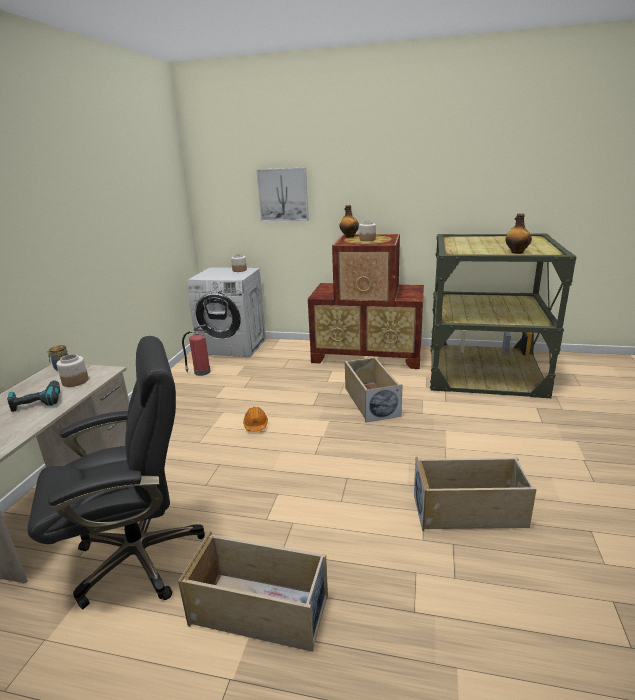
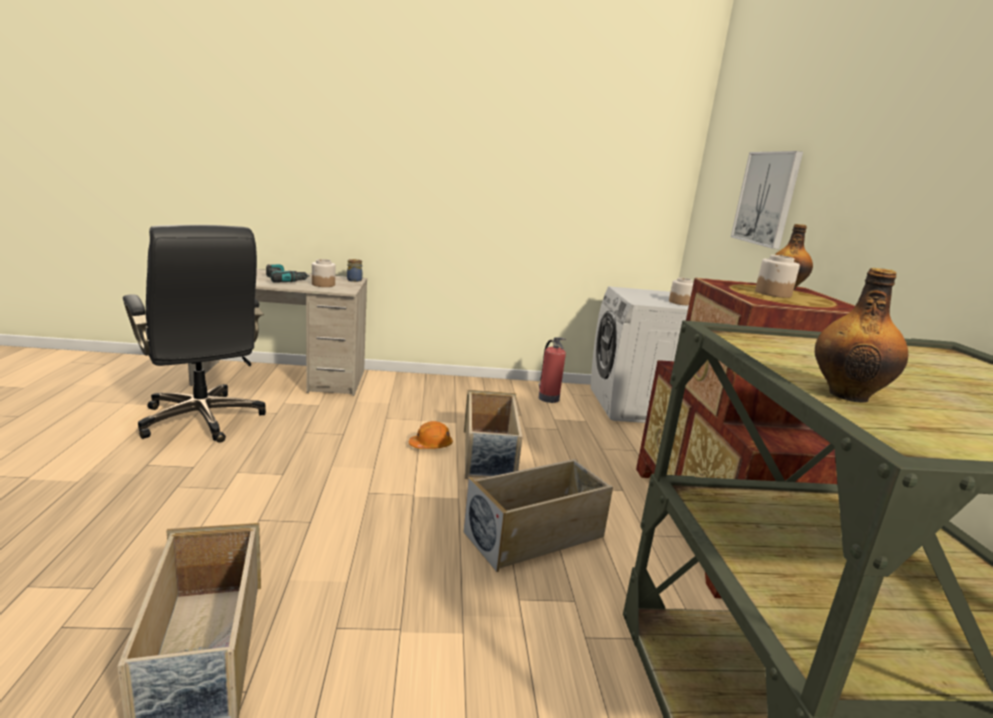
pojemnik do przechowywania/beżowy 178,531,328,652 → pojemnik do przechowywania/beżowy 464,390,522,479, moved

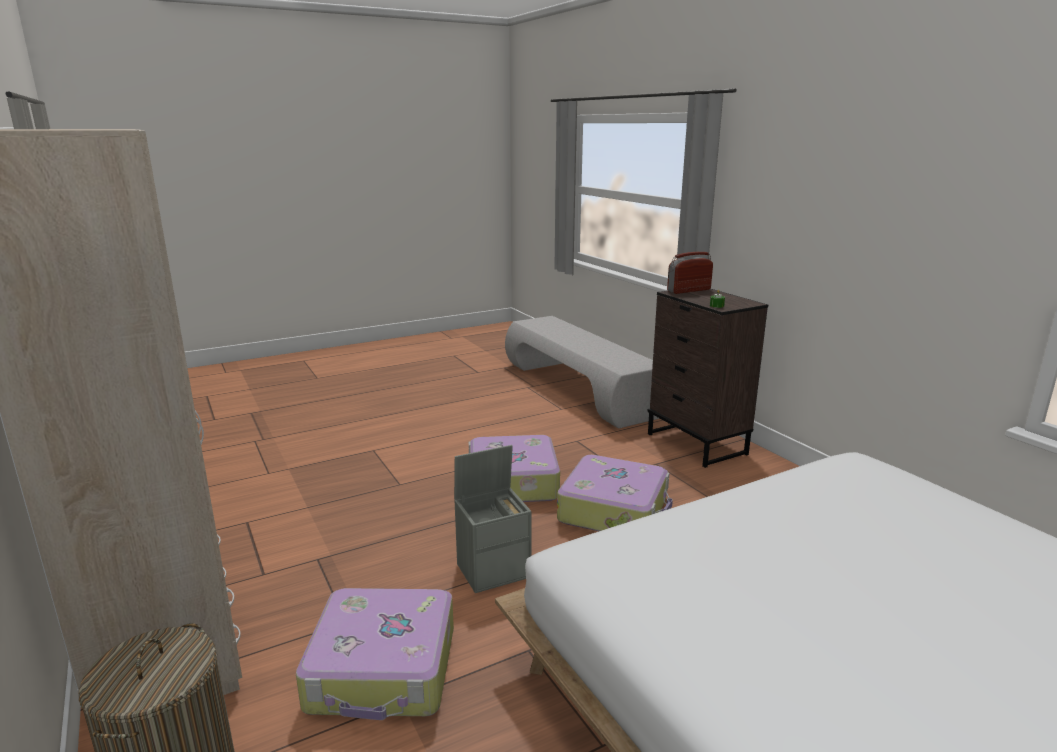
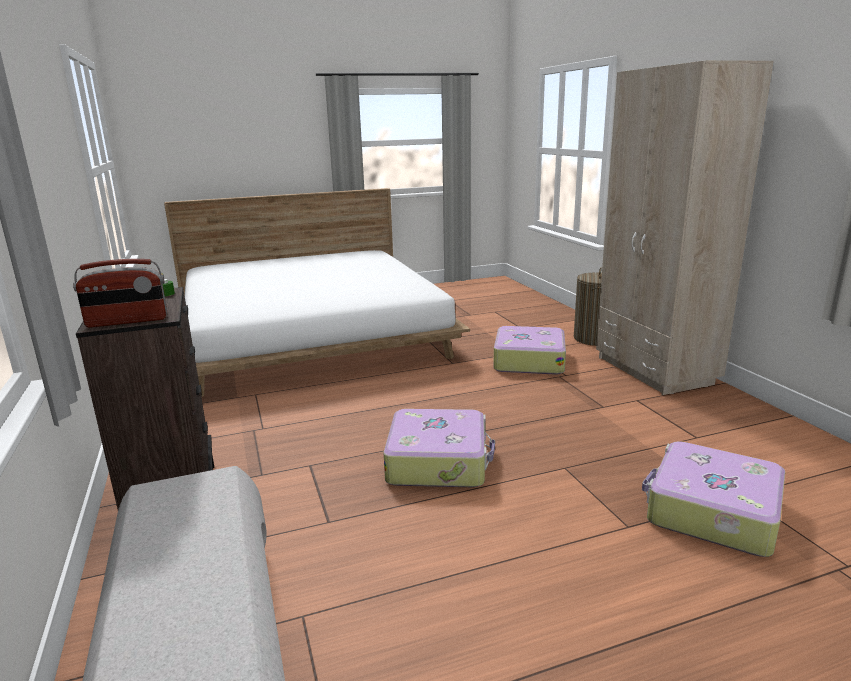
walizka 557,455,673,531 → walizka 642,441,785,557, moved
pojemnik do przechowywania/szary 454,445,531,593 → -

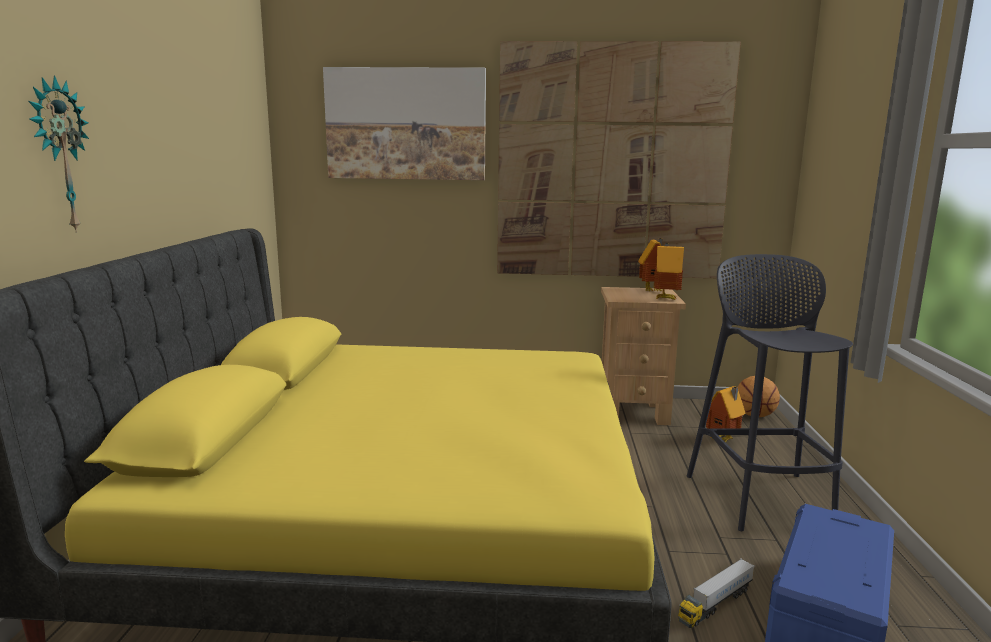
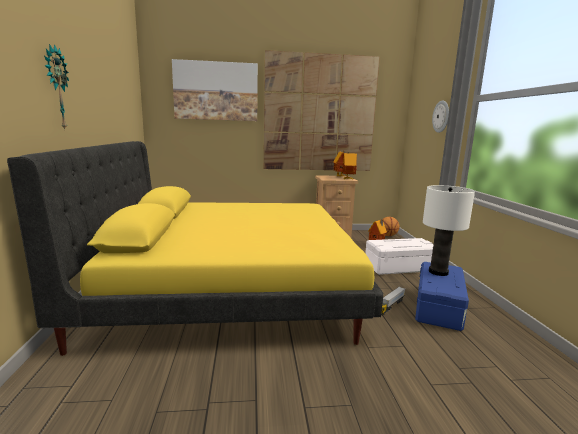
stołek/szary 687,254,853,531 → pojemnik do przechowywania/biały 365,238,433,275
- → lampa stołowa/biały 423,185,475,276
- → zegar ścienny 432,101,449,133

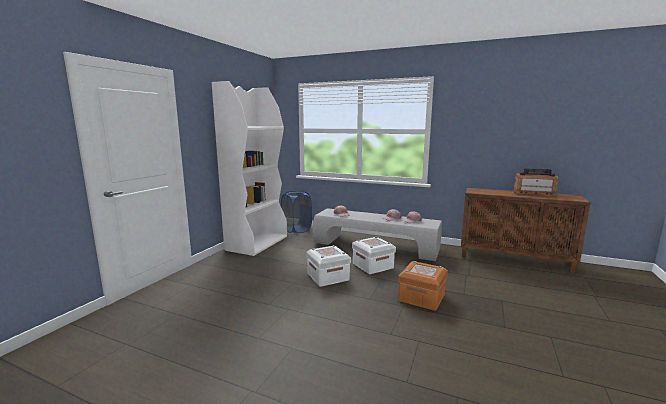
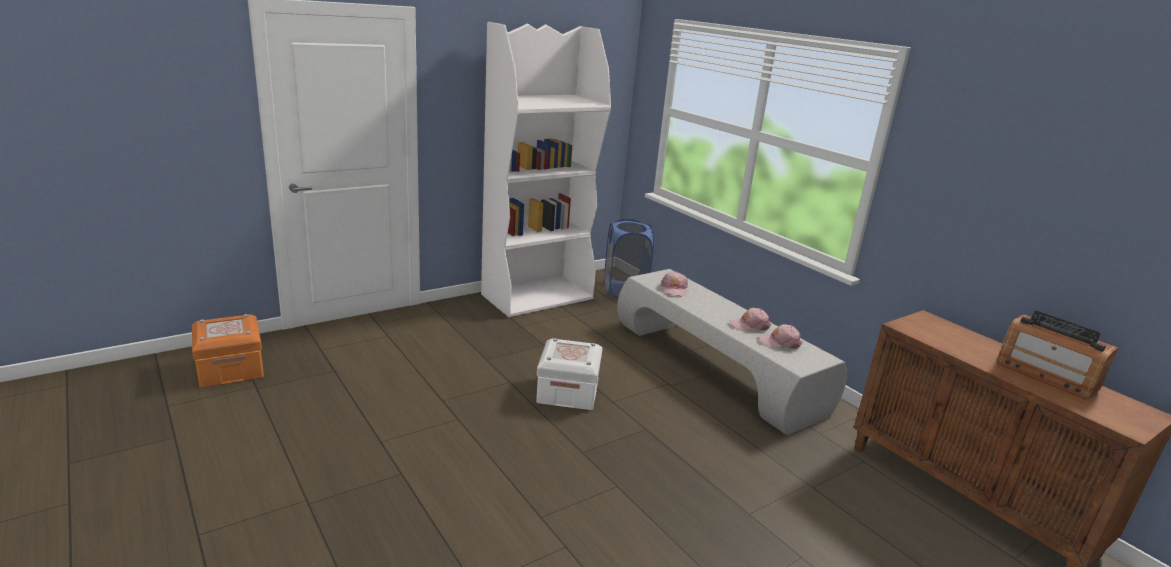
pojemnik do przechowywania/pomarańczowy 398,261,448,311 → pojemnik do przechowywania/pomarańczowy 192,314,264,387, moved
pojemnik do przechowywania/biały 352,236,396,274 → -

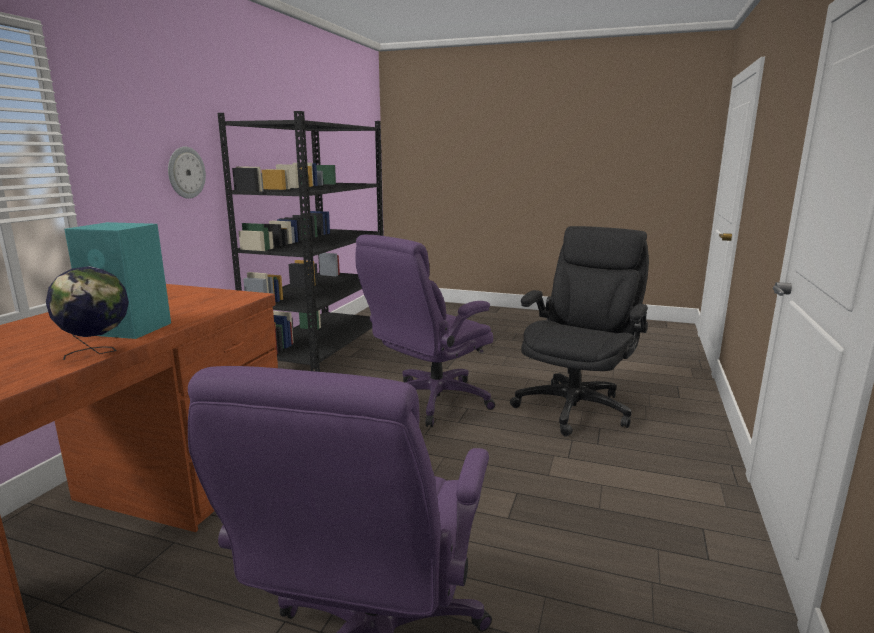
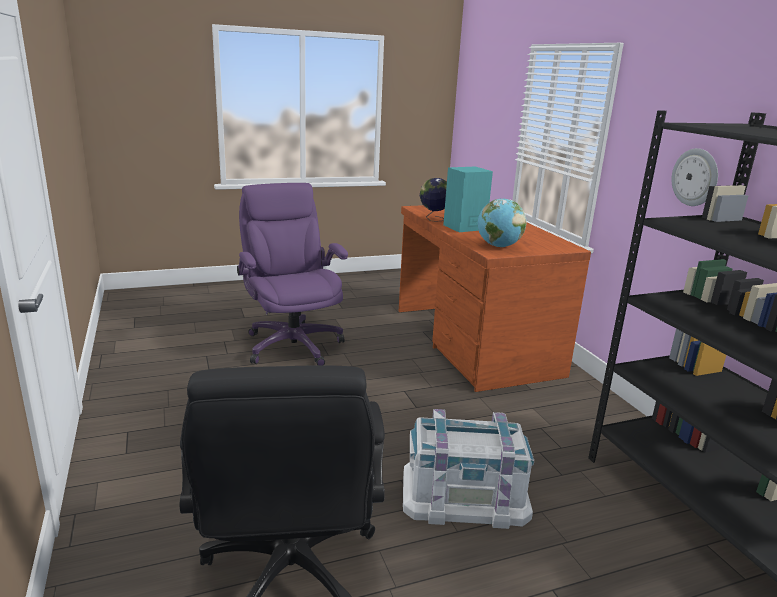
krzesło biurowe/fioletowy 356,235,495,427 → pojemnik do przechowywania/biały 403,409,534,529
- → globus 478,199,527,247

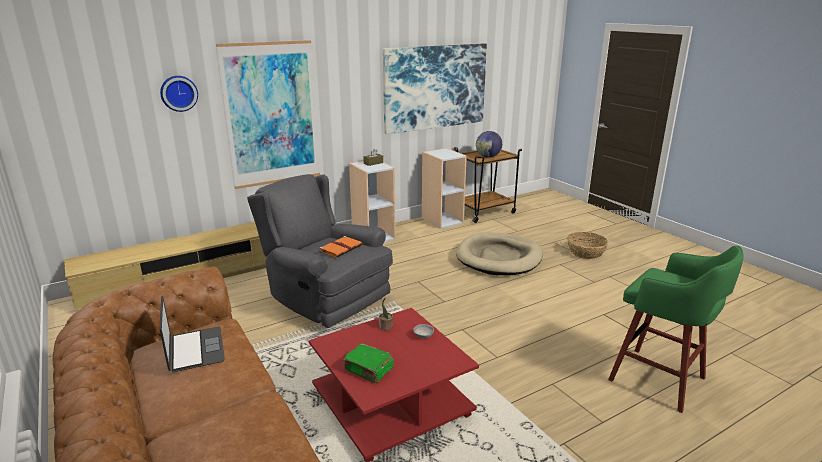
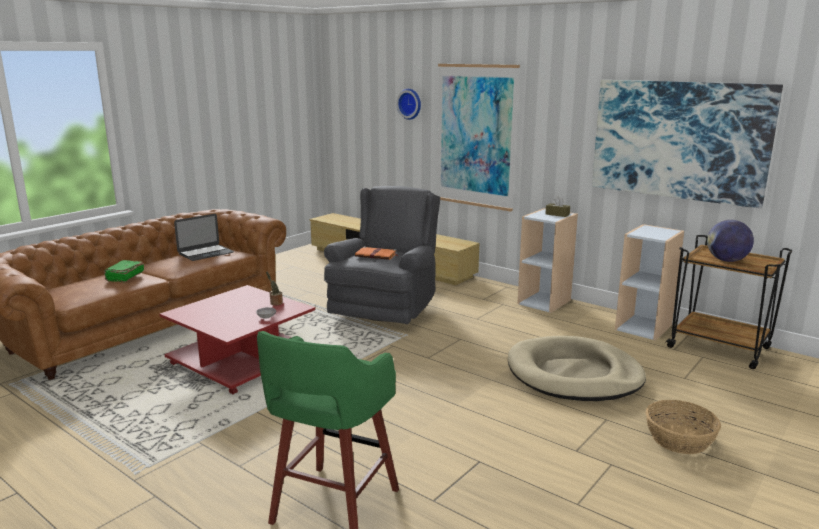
książka/zielony 342,343,394,383 → książka/zielony 104,260,144,283, moved

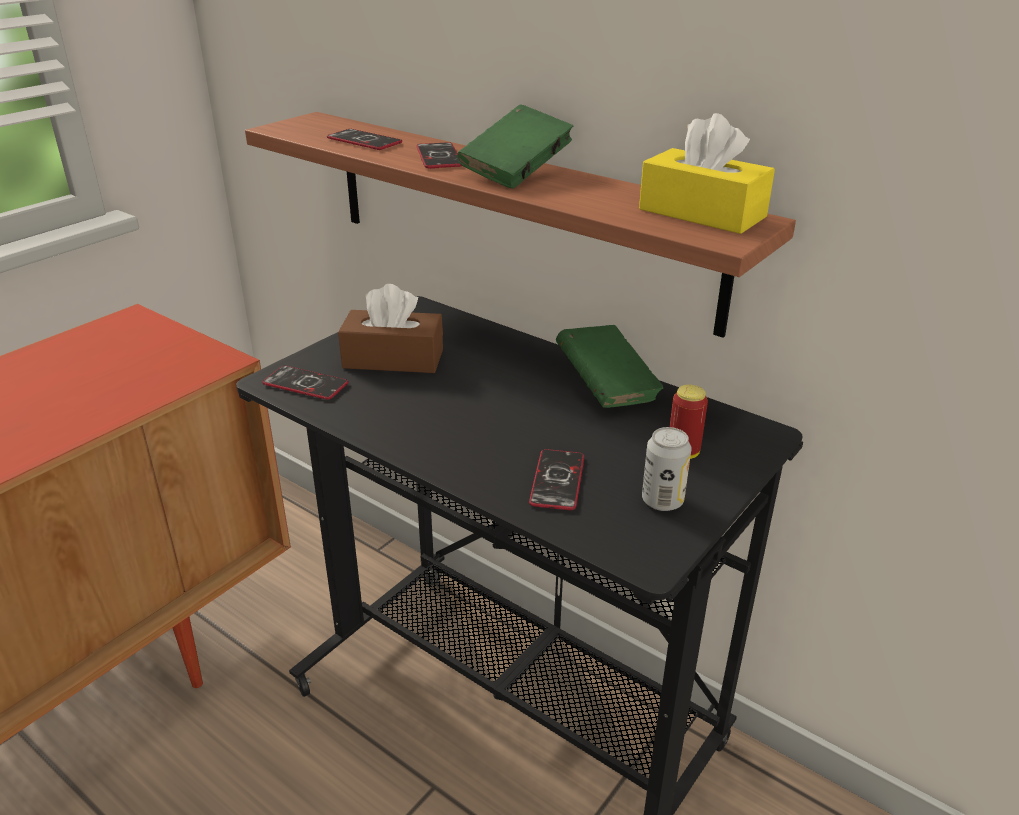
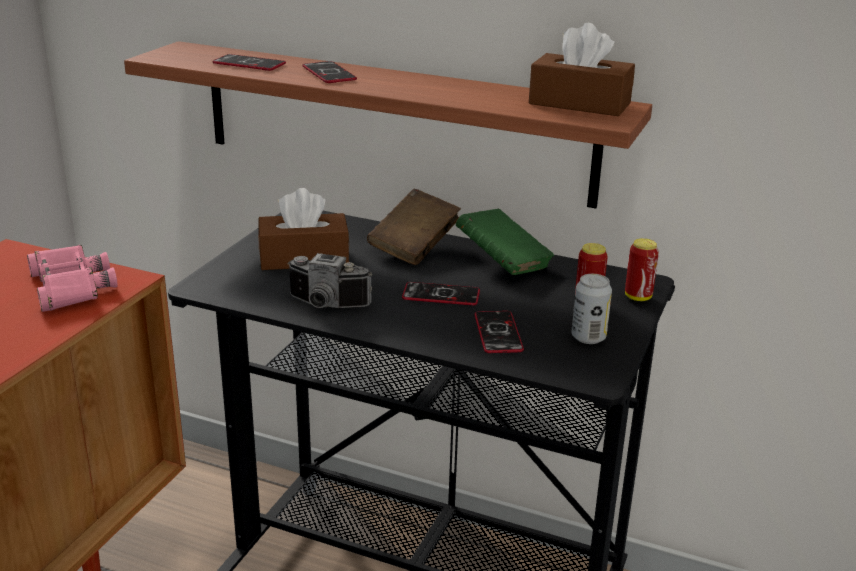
- → lornetka/różowy 27,245,118,312
- → aparat fotograficzny 287,253,372,308
- → książka/brązowy 367,189,461,265
telefon 262,366,349,400 → telefon 402,282,480,305, moved
pudełko chusteczek/żółty 639,113,775,234 → pudełko chusteczek/brązowy 529,23,635,116
- → puszka 625,238,659,301
książka/zielony 457,104,573,189 → -

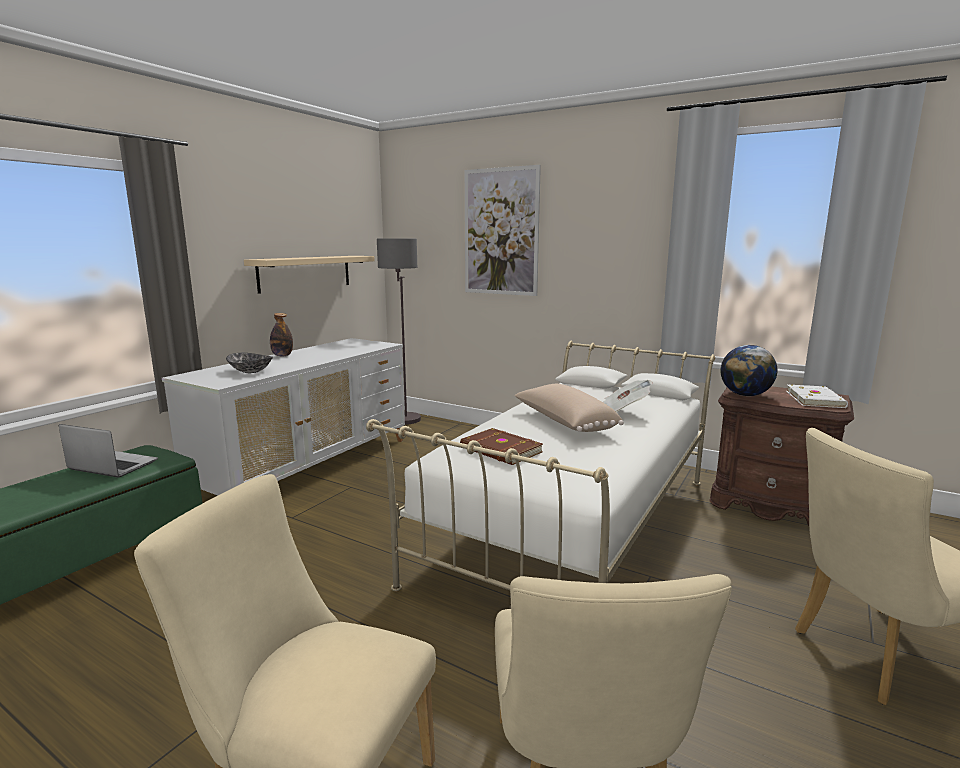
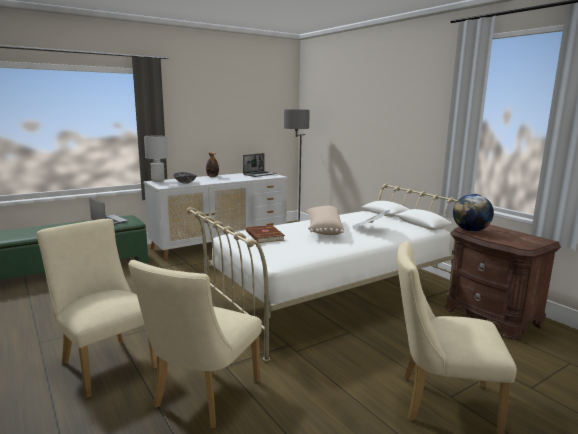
- → lampa stołowa/szary 144,136,168,182
- → laptop 243,153,276,177
półka/beżowy 244,256,375,294 → -
obraz 465,165,541,296 → -
książka/biały 786,385,848,408 → -

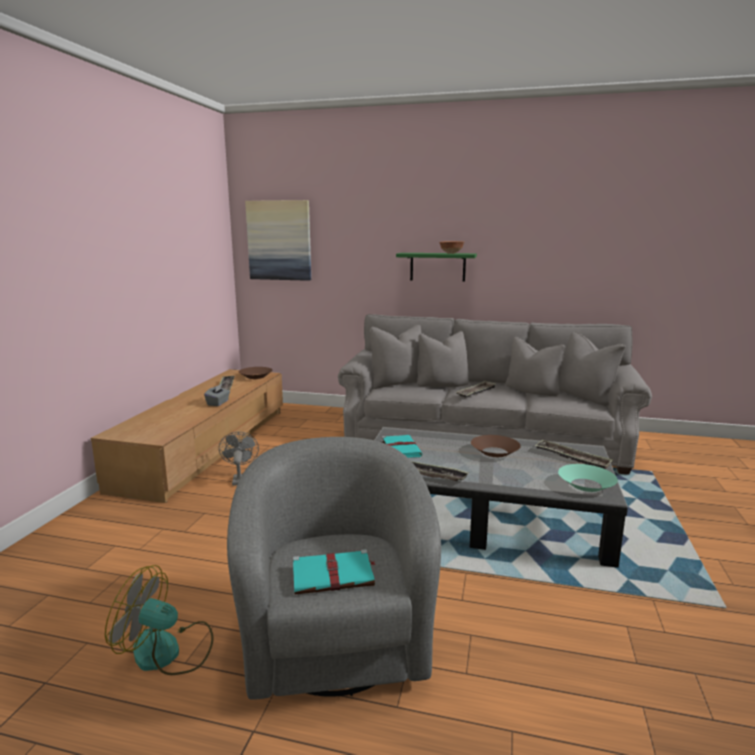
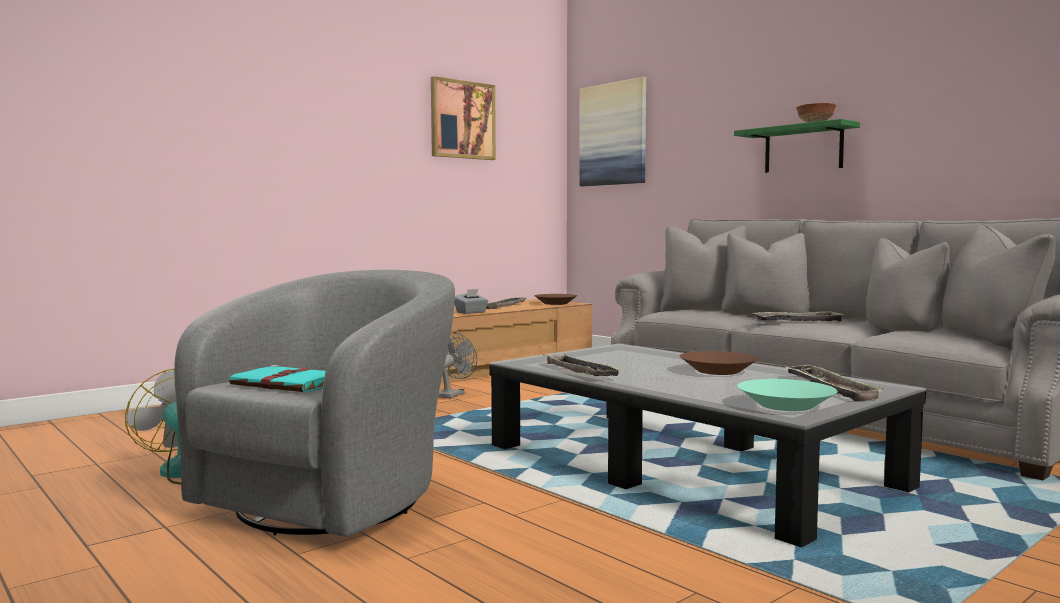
- → obraz 431,76,496,160
książka/turkusowy 381,435,422,458 → -

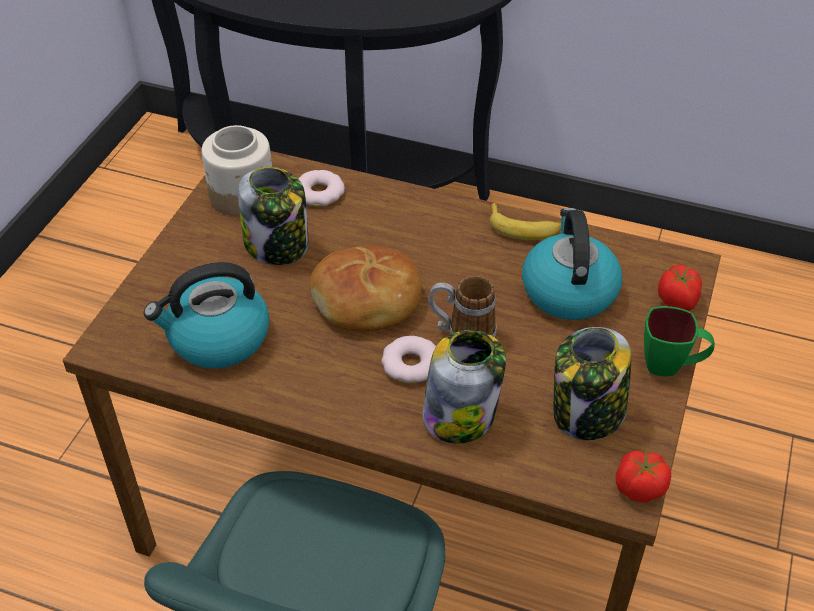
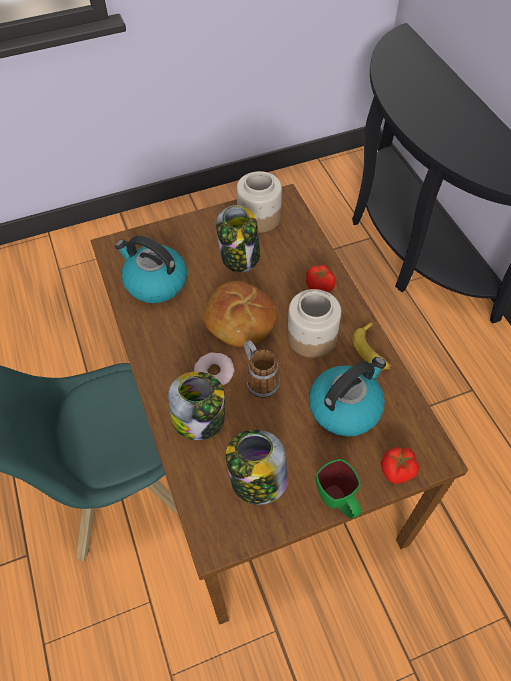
- → słoik 287,289,341,358
pomidor 616,451,671,502 → pomidor 306,265,335,293, moved
donut 298,170,345,206 → -

